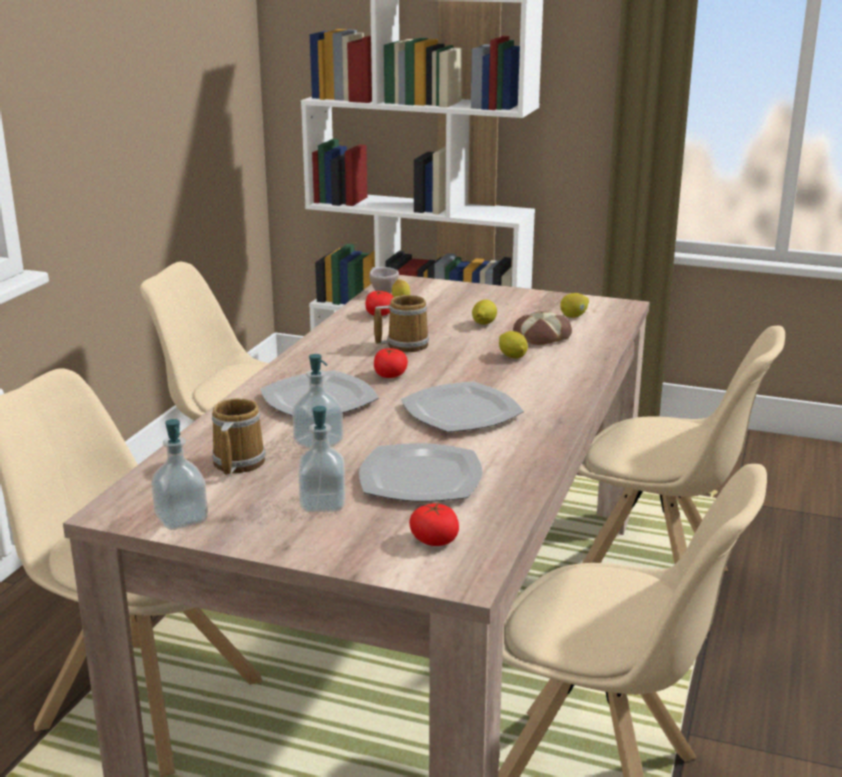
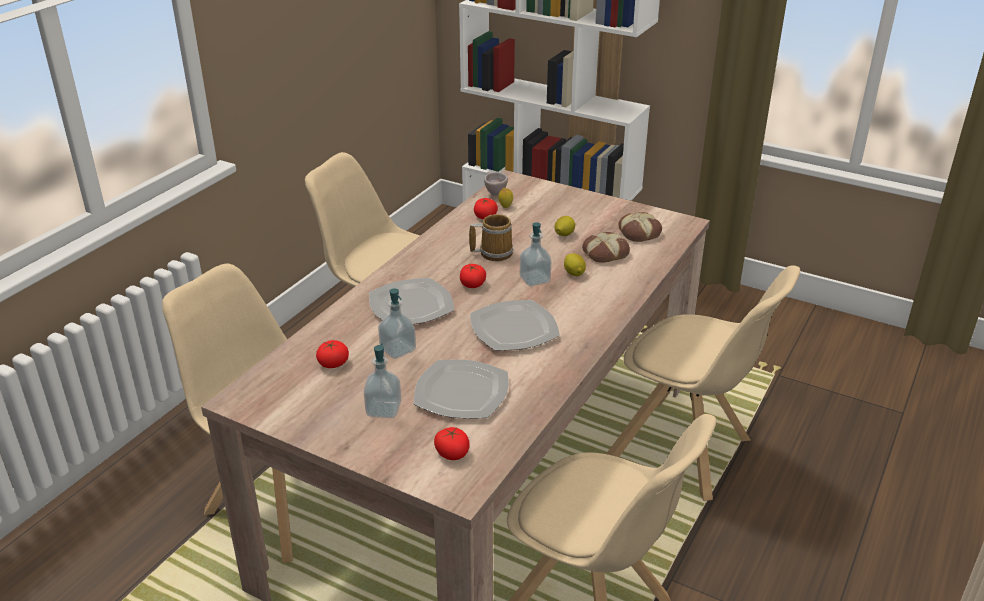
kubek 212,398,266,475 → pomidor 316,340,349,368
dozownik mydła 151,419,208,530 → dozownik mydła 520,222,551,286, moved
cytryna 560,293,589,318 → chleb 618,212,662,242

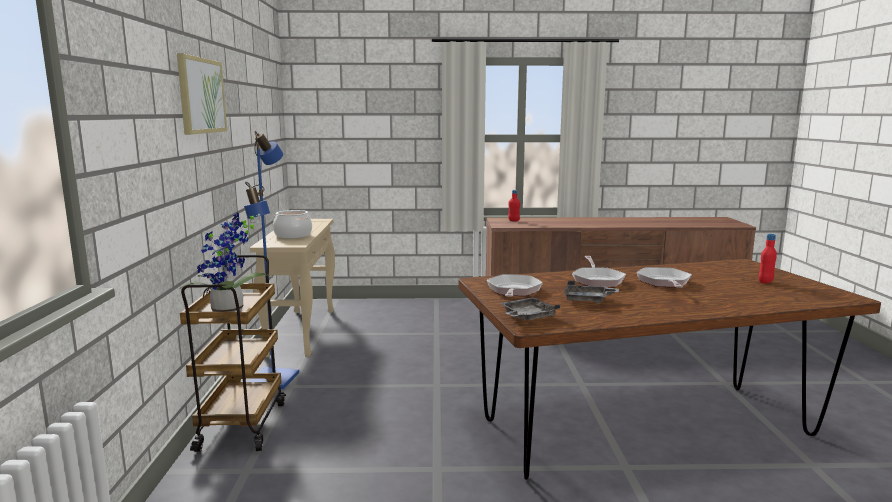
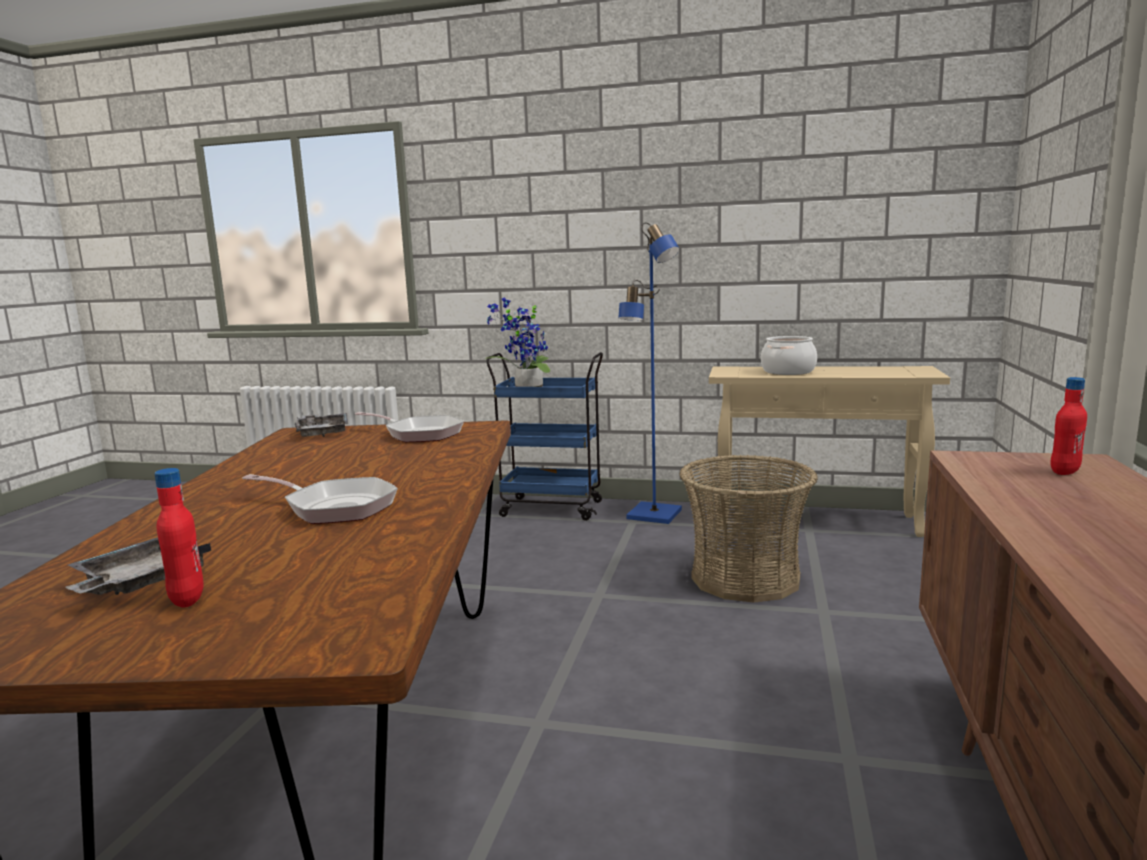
taca/szary 563,281,619,303 → taca/szary 65,537,211,595, moved
wózek/brązowy 180,255,286,452 → wózek/niebieski 487,352,603,521
- → koszyk 679,455,818,603
obraz 177,53,227,135 → -
patelnia 572,256,626,287 → -

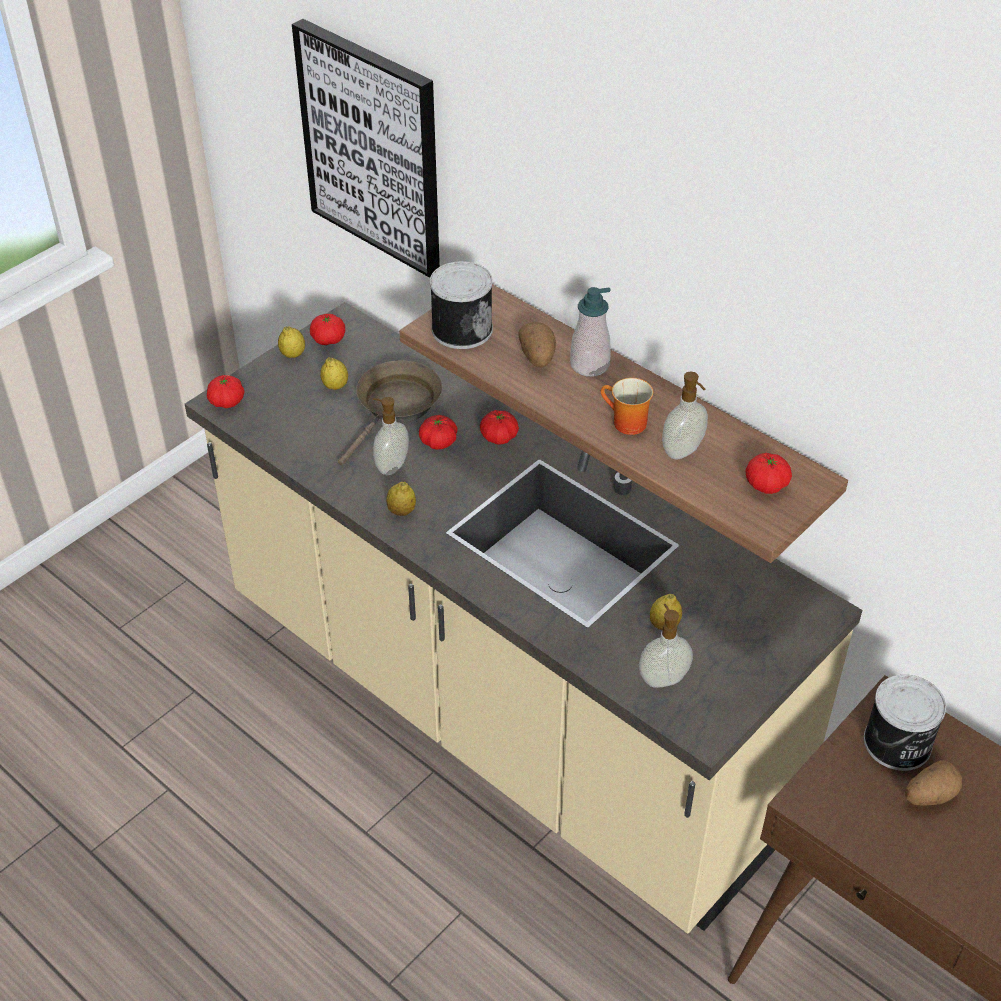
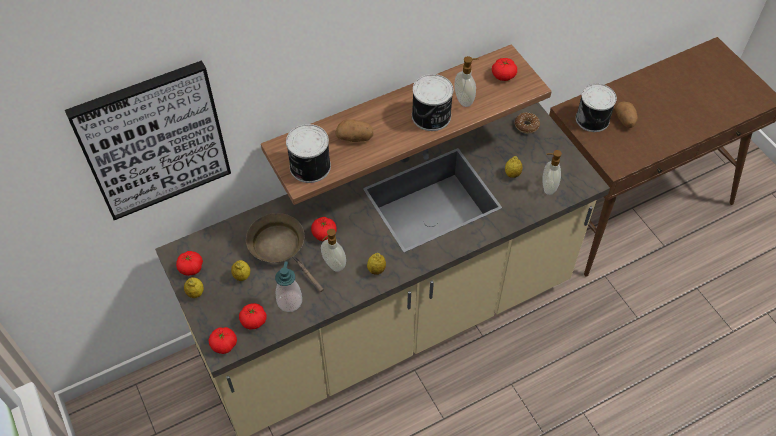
pomidor 480,410,519,445 → pomidor 239,303,267,330, moved
dozownik mydła 570,287,611,376 → dozownik mydła 275,261,302,312, moved
kubek 601,378,653,435 → puszka 412,74,453,131
- → donut 515,112,540,133

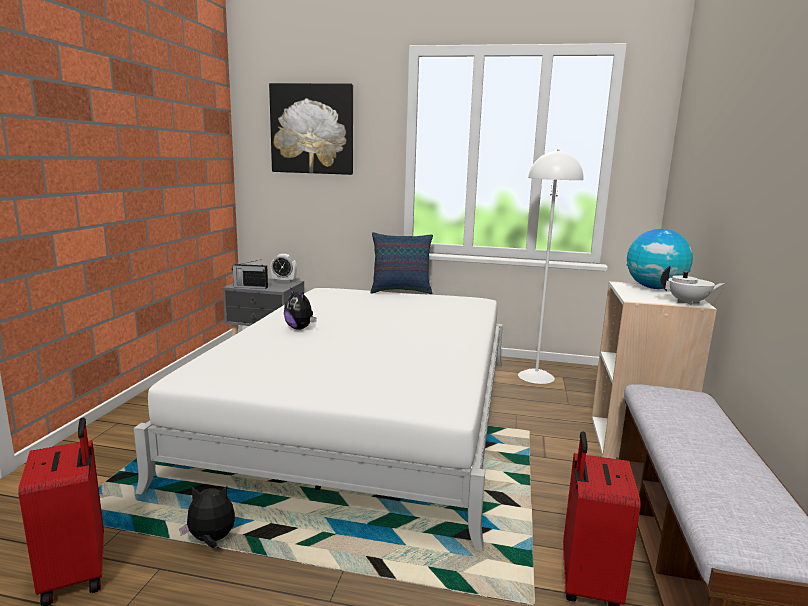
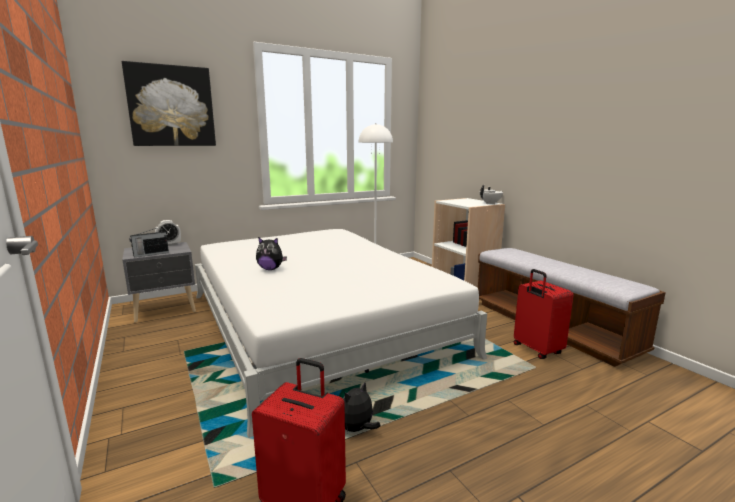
poduszka/niebieski 370,232,433,294 → -
globus 626,229,693,289 → -

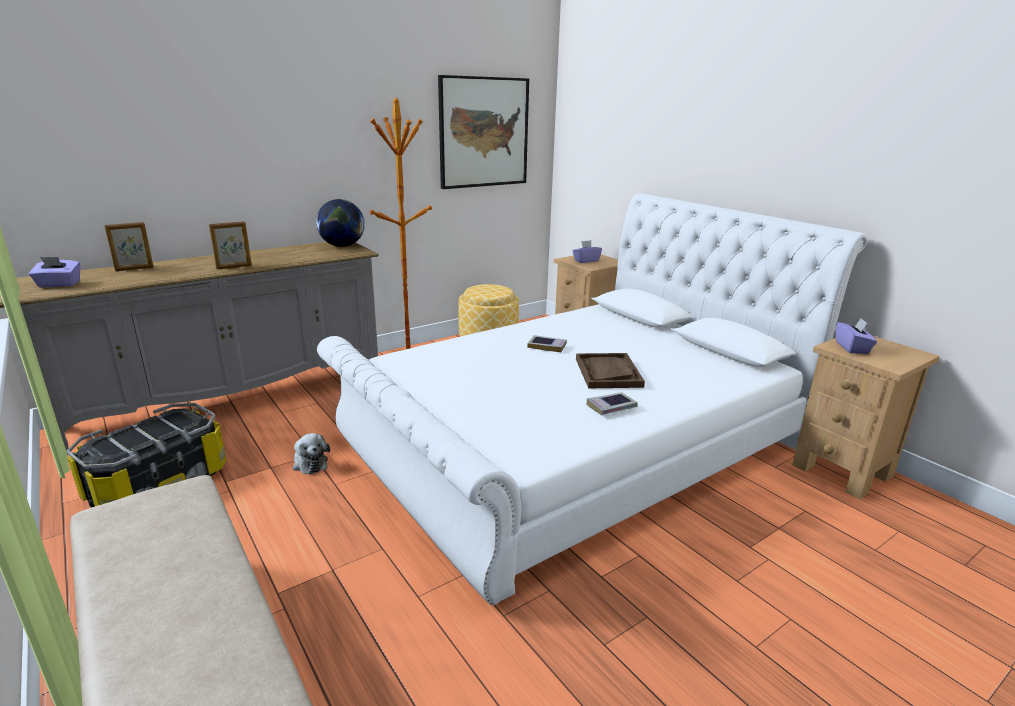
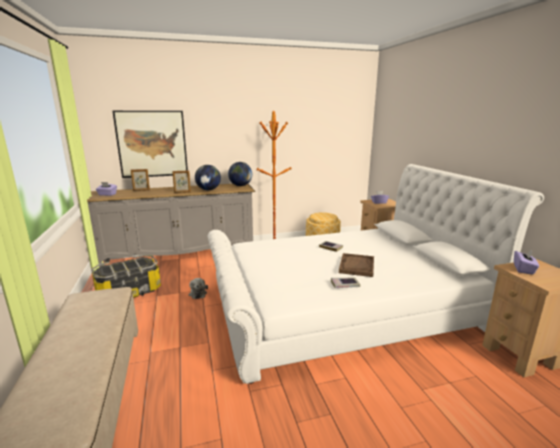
obraz 438,75,529,189 → obraz 112,111,188,178, moved
- → globus 195,165,221,190

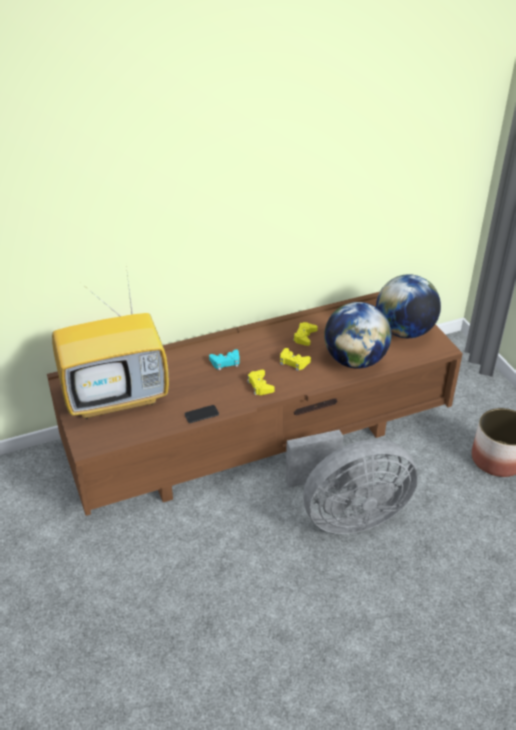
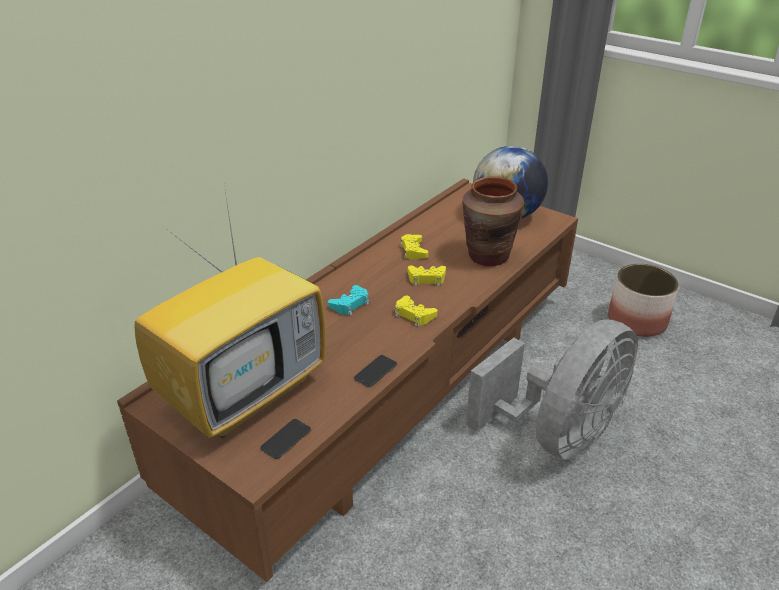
- → telefon 260,419,311,459
globus 324,302,391,369 → wazon/brązowy 462,176,525,266

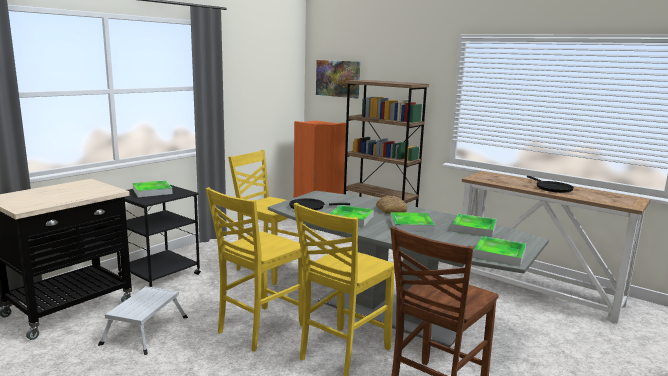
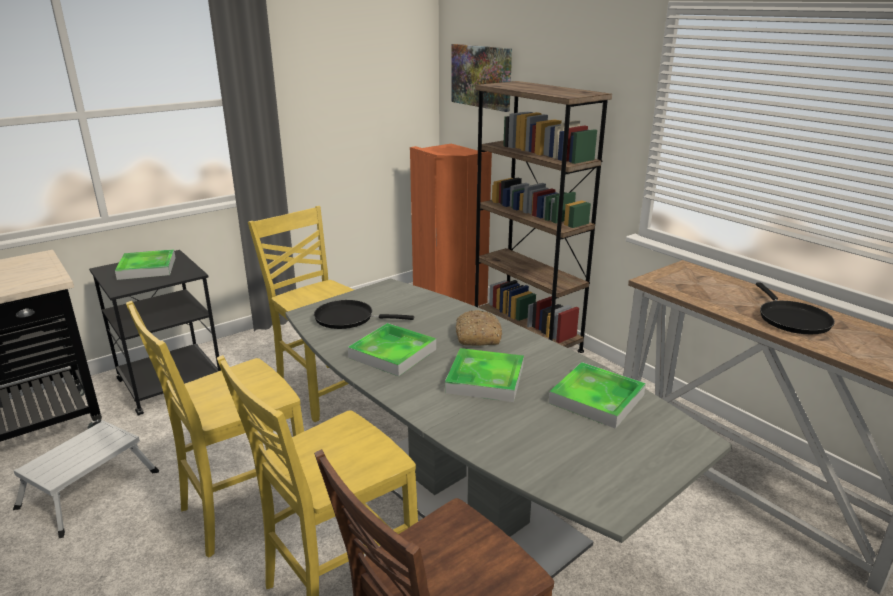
taca 473,236,526,267 → -

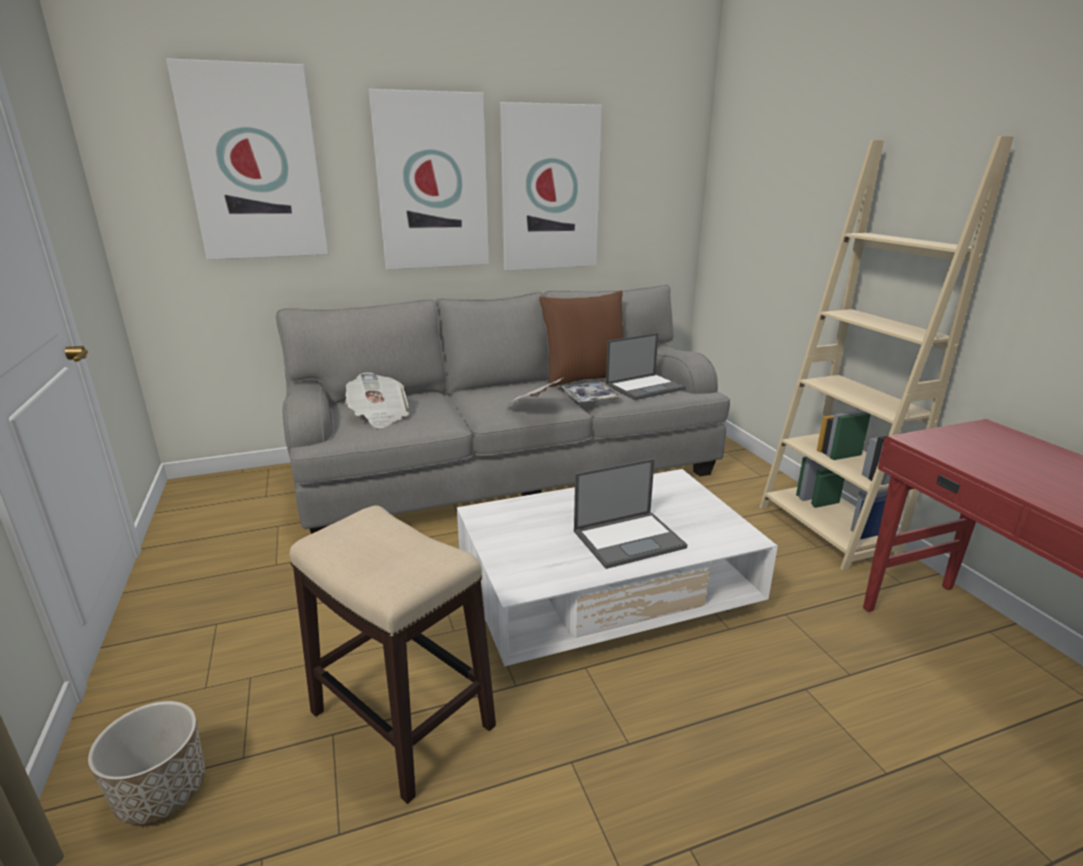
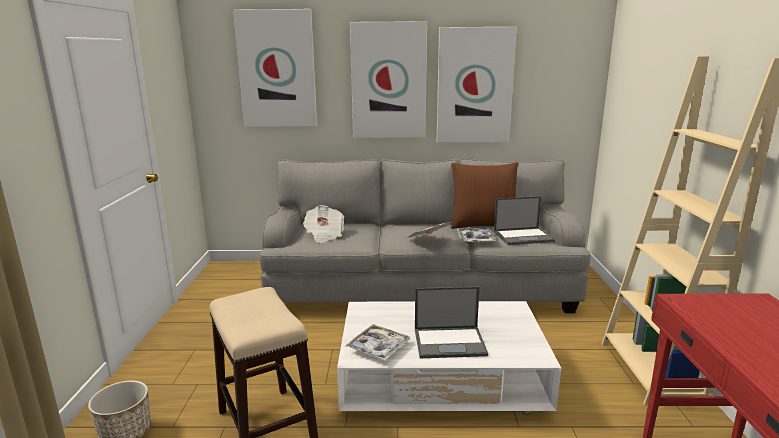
- → taca 346,324,410,361

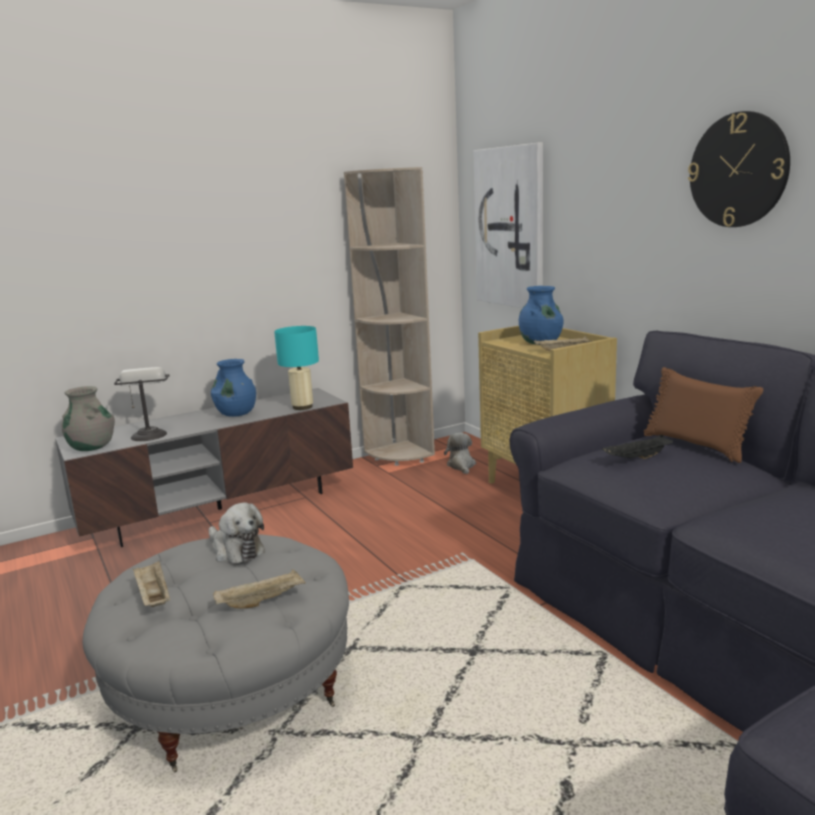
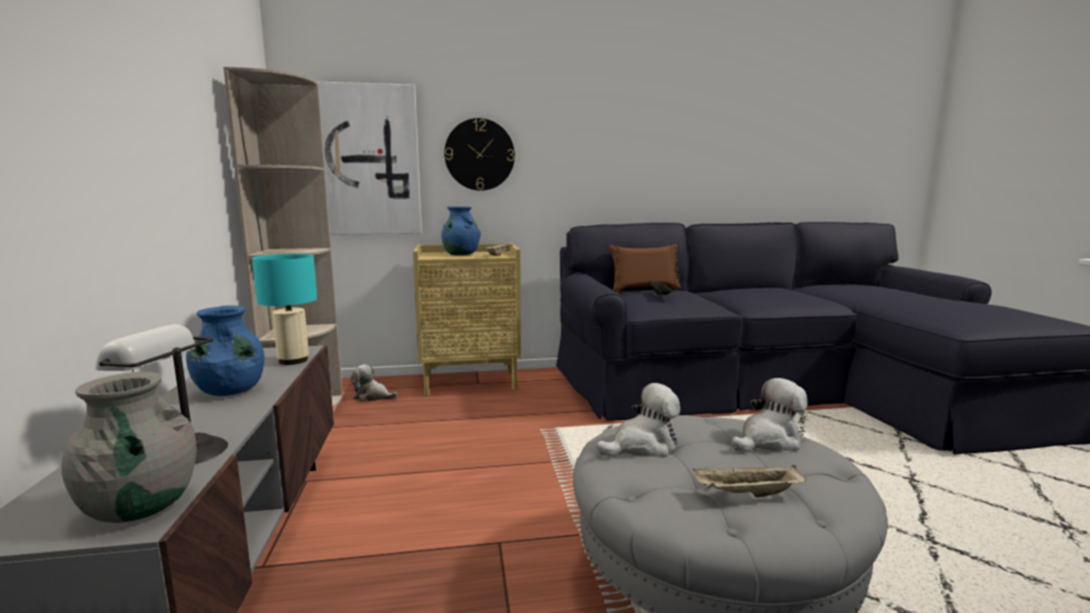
zegar ścienny 688,111,790,227 → zegar ścienny 444,118,515,191, moved
taca/beżowy 213,569,306,609 → pluszak 731,378,808,452

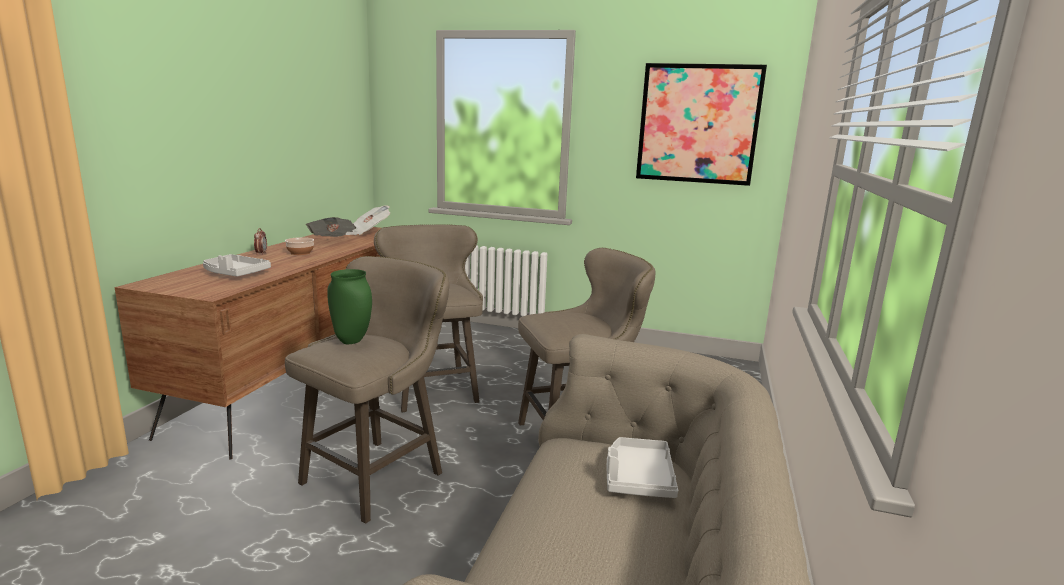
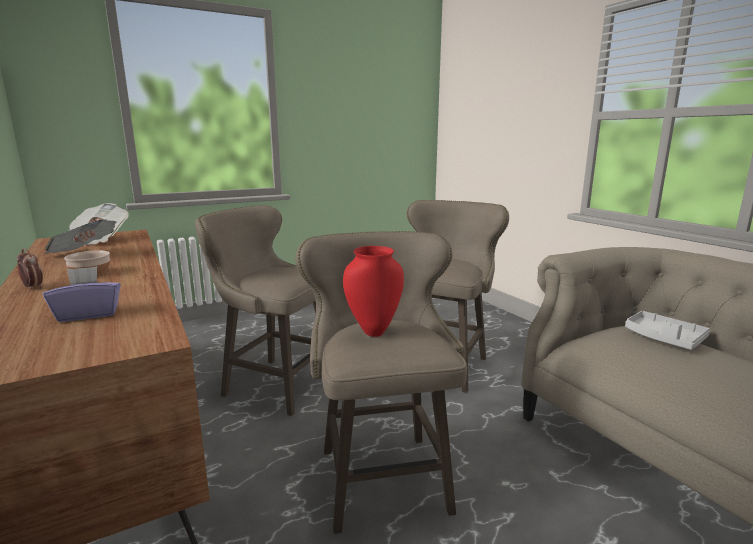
taca/szary 203,254,271,277 → pudełko chusteczek/fioletowy 43,266,121,322
wazon/zielony 327,269,372,344 → wazon/czerwony 343,246,404,337
obraz 636,63,767,186 → -

